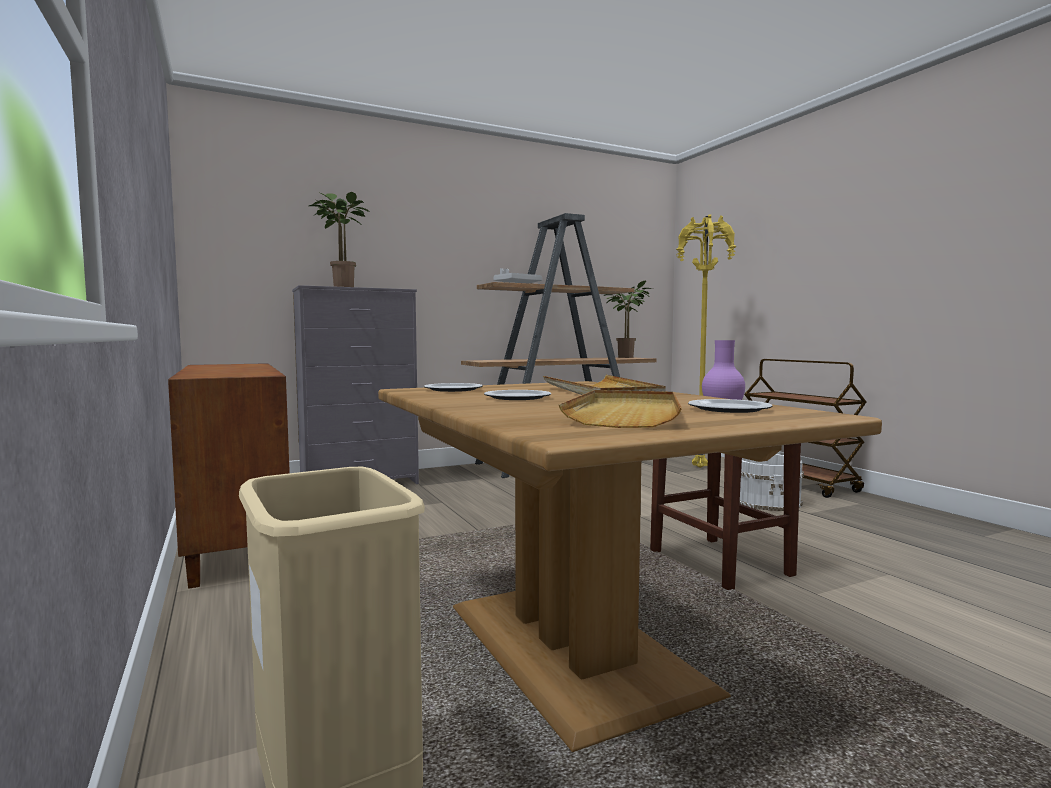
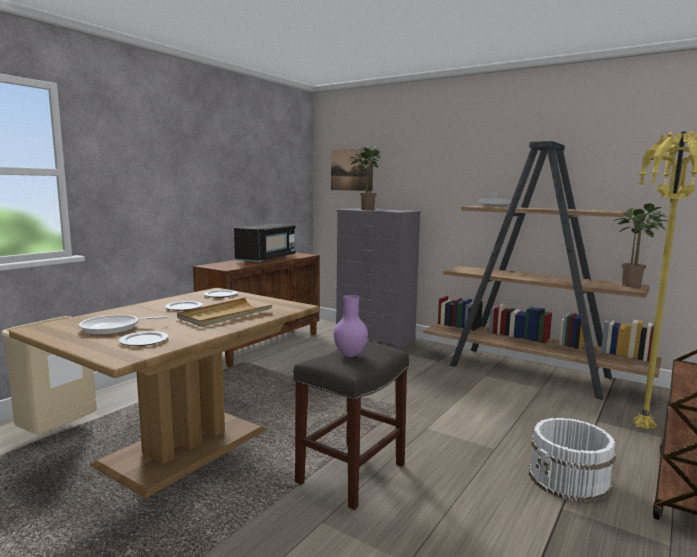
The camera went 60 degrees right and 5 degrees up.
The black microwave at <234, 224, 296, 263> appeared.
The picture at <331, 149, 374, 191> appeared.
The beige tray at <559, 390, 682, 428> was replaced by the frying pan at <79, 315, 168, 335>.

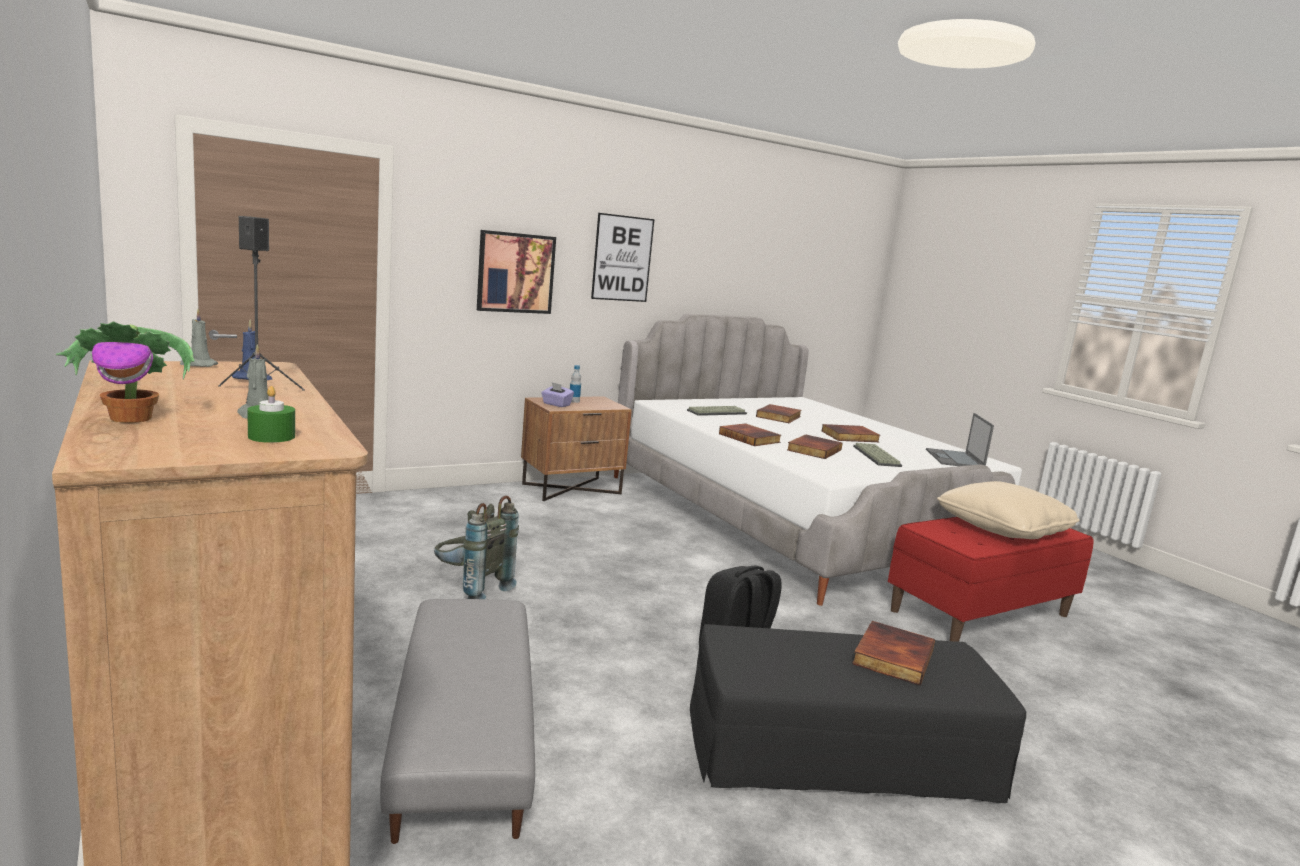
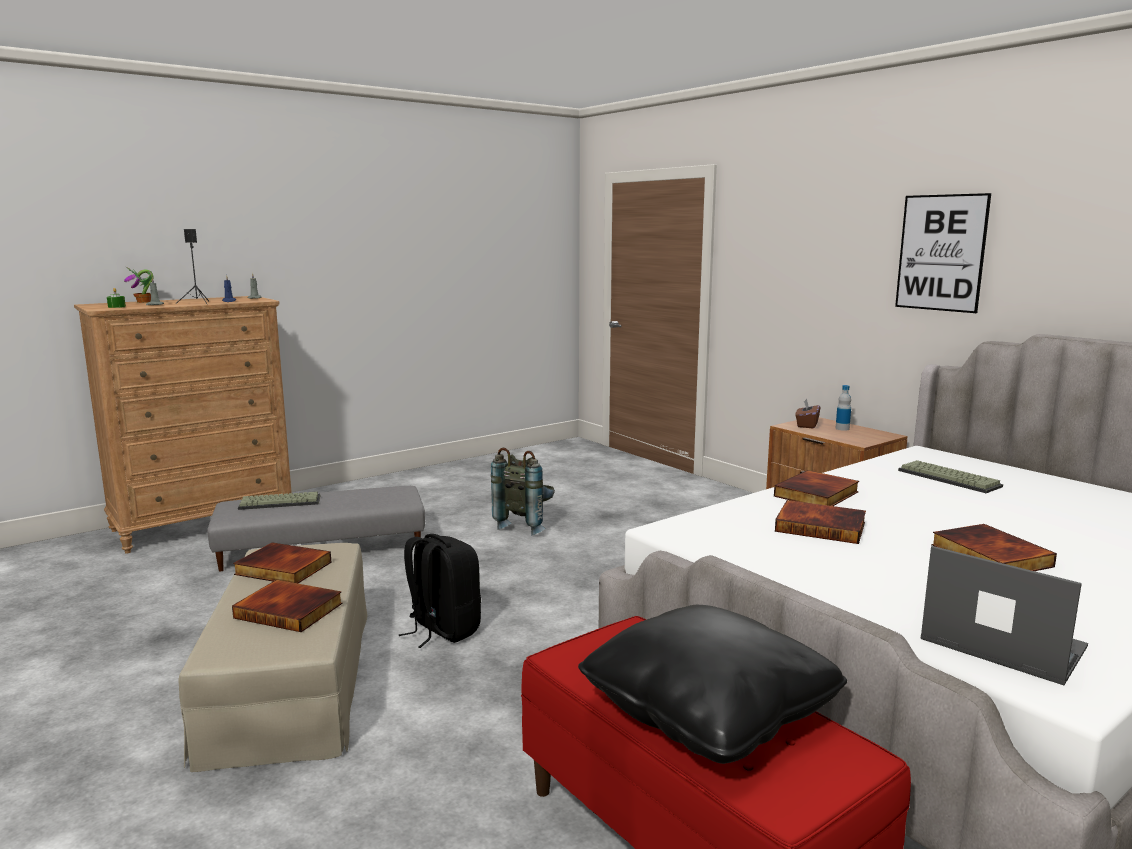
The camera went 85 degrees right and 0 degrees up.
The picture at <477, 230, 556, 314> disappeared.
The book moved from <756, 404, 802, 423> to <233, 542, 332, 583>.
The keyboard moved from <853, 443, 902, 467> to <238, 492, 320, 510>.
The purple tissue box at <541, 382, 574, 407> became the brown tissue box at <796, 399, 820, 429>.
The black ottoman at <690, 624, 1026, 803> became the beige ottoman at <178, 543, 367, 772>.
The beige pillow at <937, 481, 1080, 539> became the black pillow at <578, 605, 847, 764>.
The laptop at <926, 413, 994, 466> turned 45 degrees clockwise.

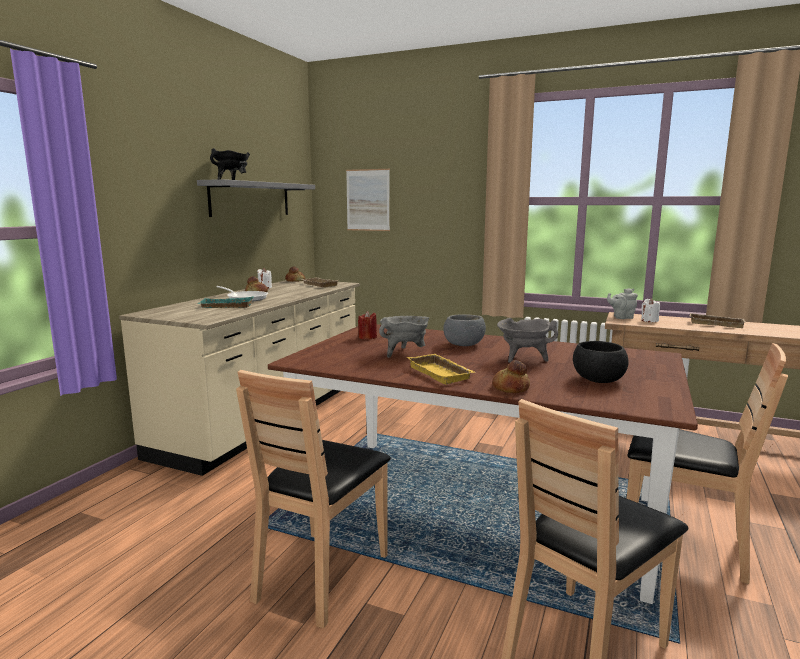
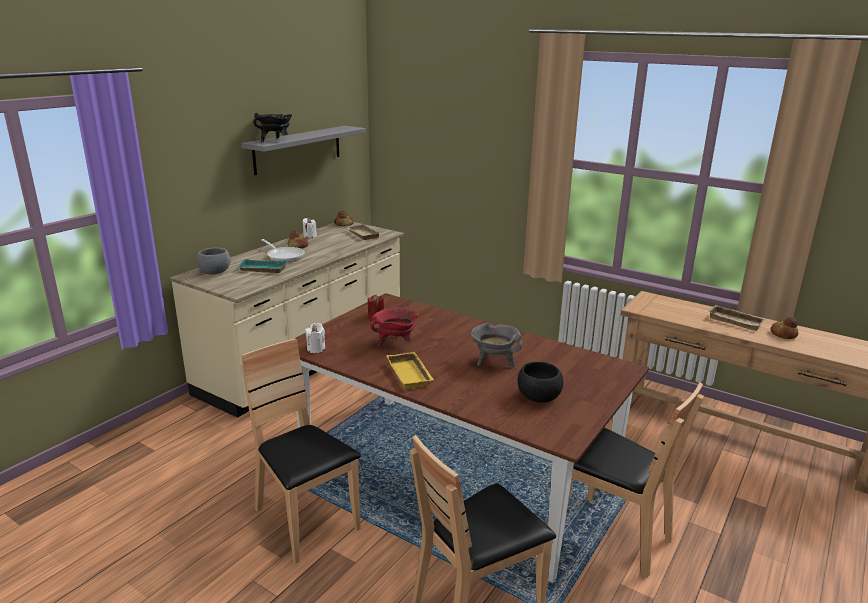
The camera went 10 degrees right and 10 degrees up.
The picture at <346, 169, 390, 231> disappeared.
The grey teapot at <607, 288, 638, 319> disappeared.
The grey bowl moved from <443, 314, 486, 346> to <196, 248, 231, 275>.
The bread moved from <492, 360, 530, 393> to <771, 317, 798, 339>.
The white candle moved from <641, 299, 660, 322> to <305, 323, 325, 353>.
The grey cooking pot at <379, 316, 429, 358> became the red cooking pot at <370, 308, 419, 348>.
The brown chair at <236, 370, 391, 628> turned 105 degrees clockwise.

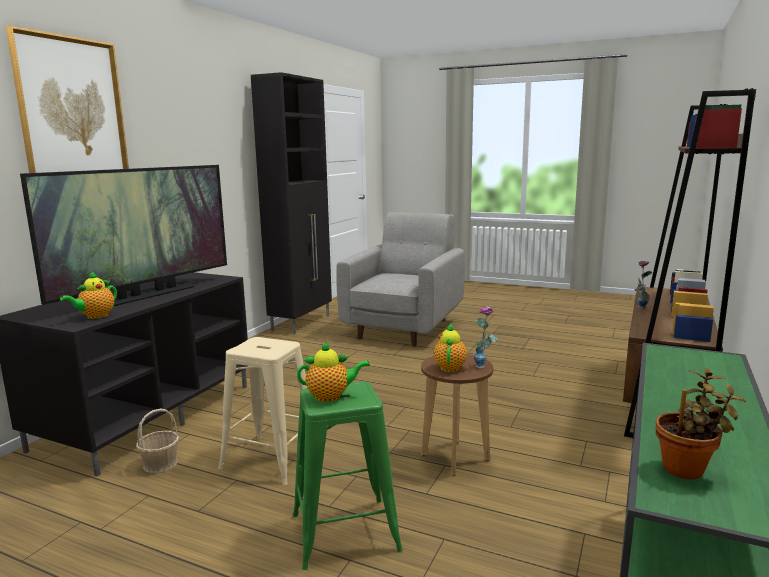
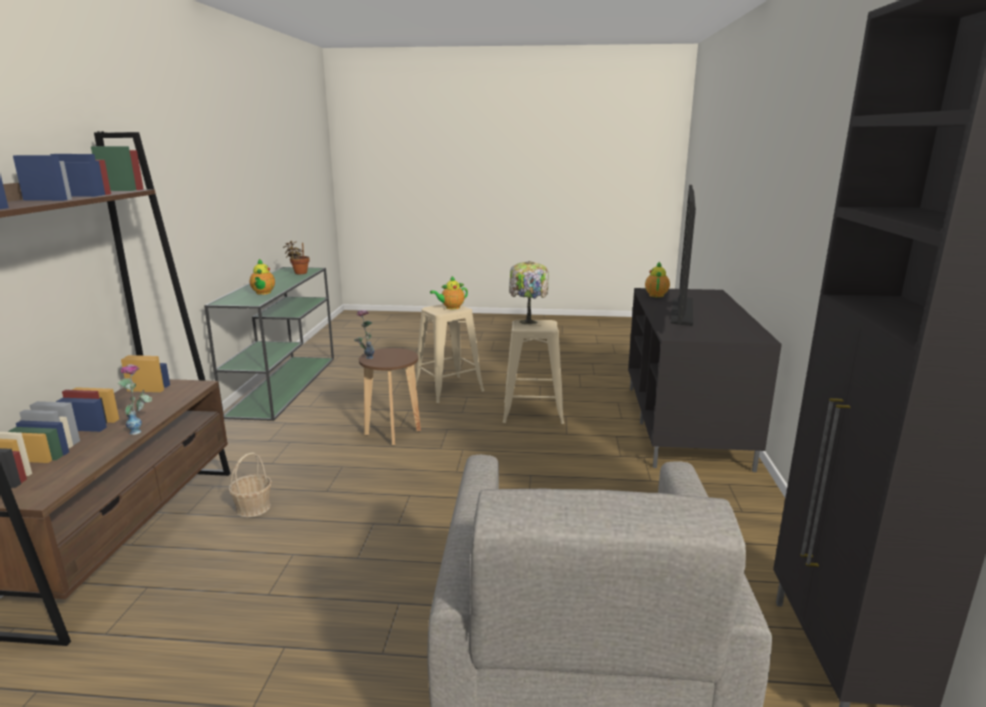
The camera went 160 degrees right and 5 degrees up.
The picture at <6, 26, 129, 173> disappeared.
The table lamp at <509, 261, 549, 324> appeared.
The basket moved from <136, 409, 179, 473> to <228, 452, 272, 517>.
The teapot moved from <434, 323, 467, 372> to <250, 259, 275, 295>.
The green stool at <293, 381, 403, 570> became the beige stool at <416, 304, 484, 403>.

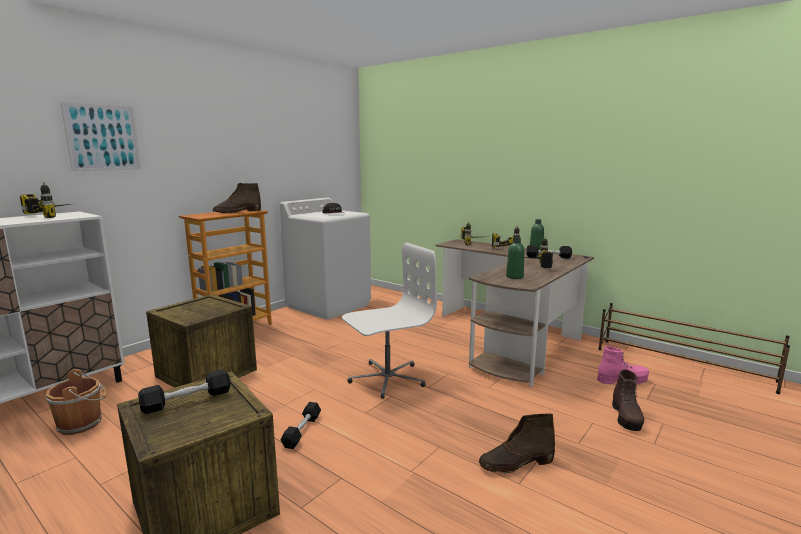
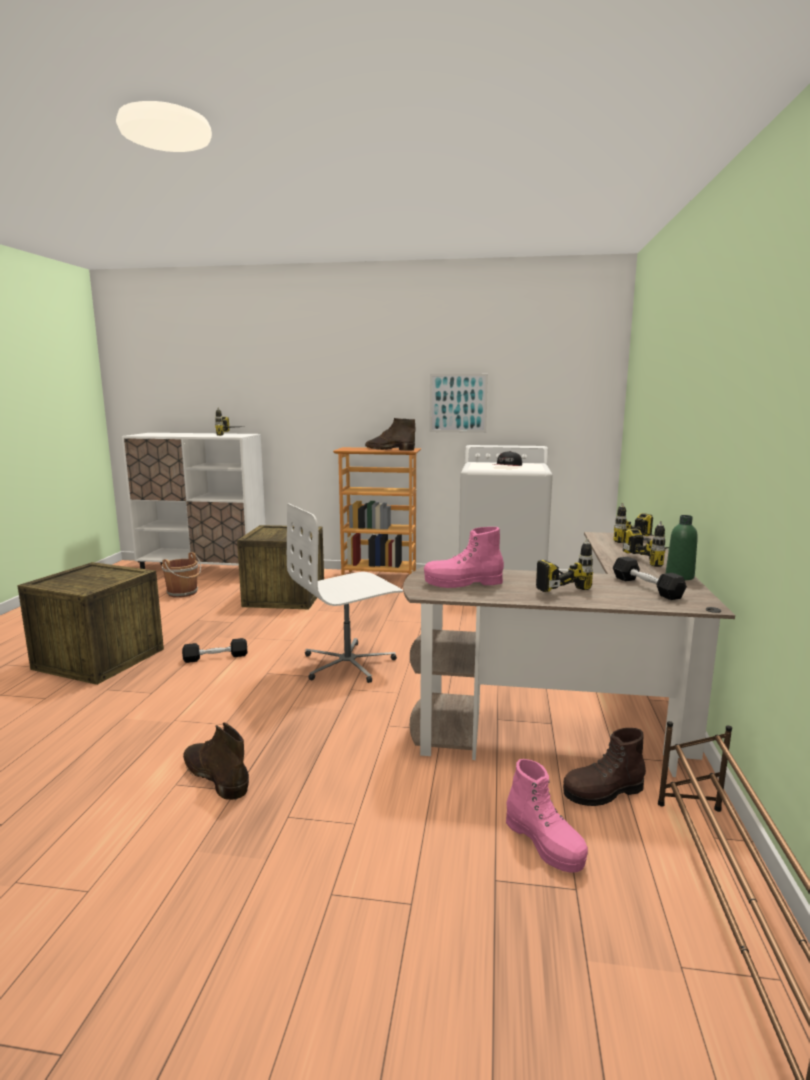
The camera went 60 degrees right and 0 degrees up.
The black dumbbell at <138, 369, 230, 414> disappeared.
The picture moved from <61, 102, 141, 171> to <429, 374, 488, 433>.
The brown boot moved from <612, 369, 644, 431> to <563, 728, 646, 806>.
The green bottle at <506, 237, 524, 279> was replaced by the pink boot at <424, 527, 504, 588>.
The white office chair at <342, 243, 437, 399> turned 120 degrees clockwise.

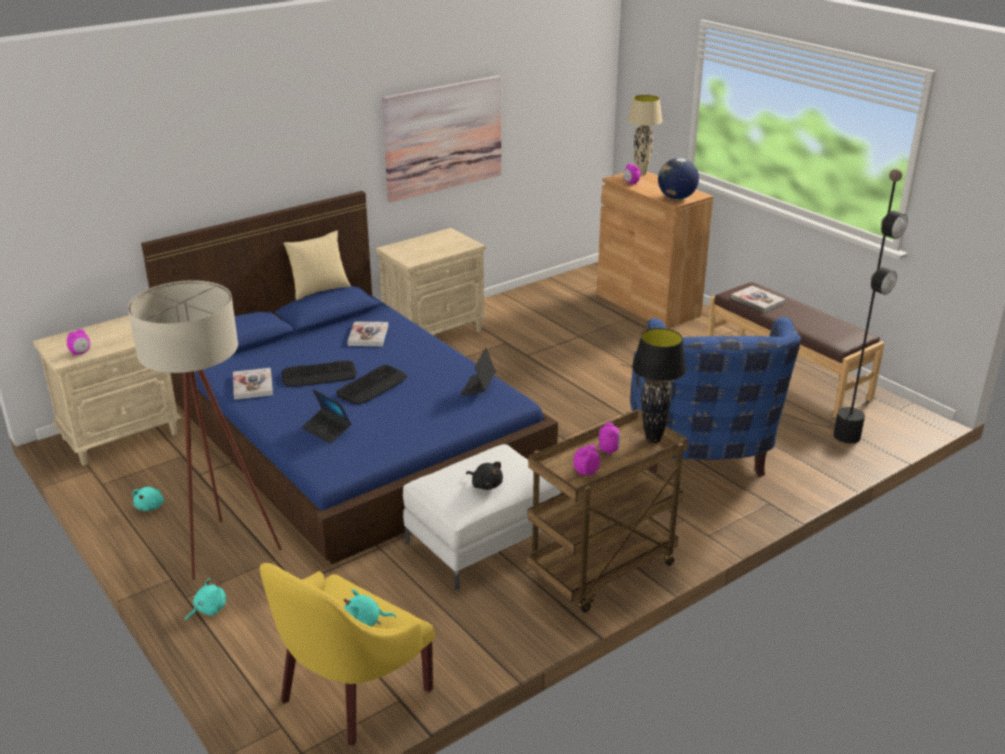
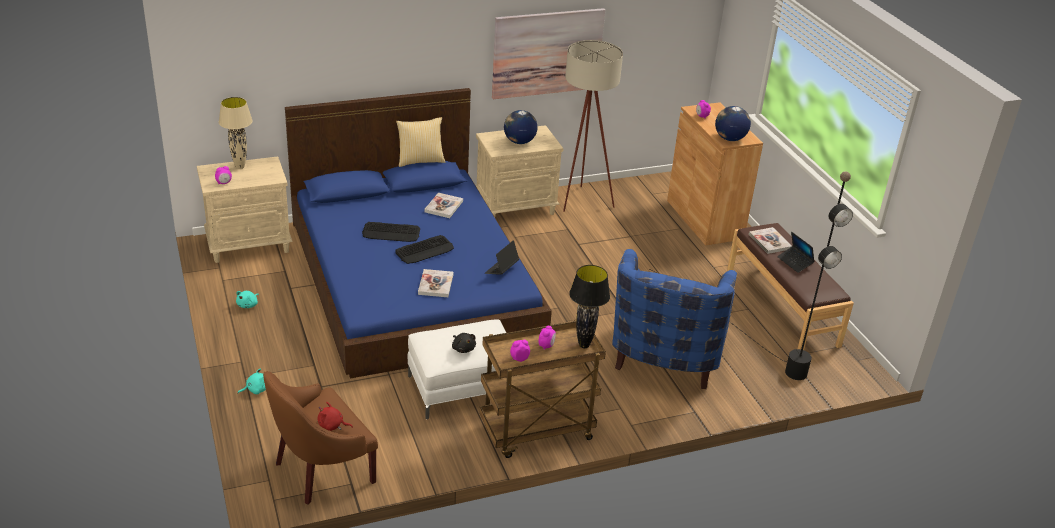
The camera went 15 degrees right and 5 degrees up.
The globe at <504, 110, 537, 144> appeared.
The beige floor lamp moved from <128, 280, 281, 580> to <563, 40, 623, 212>.
The book moved from <233, 368, 273, 400> to <418, 269, 453, 297>.
The laptop moved from <302, 389, 351, 444> to <777, 232, 815, 273>.
The beige table lamp moved from <627, 95, 663, 176> to <219, 97, 253, 169>.
The yellow armchair at <260, 563, 435, 745> became the brown armchair at <263, 371, 378, 505>.
The turquoise plush toy at <343, 589, 396, 627> became the red plush toy at <318, 402, 353, 431>.

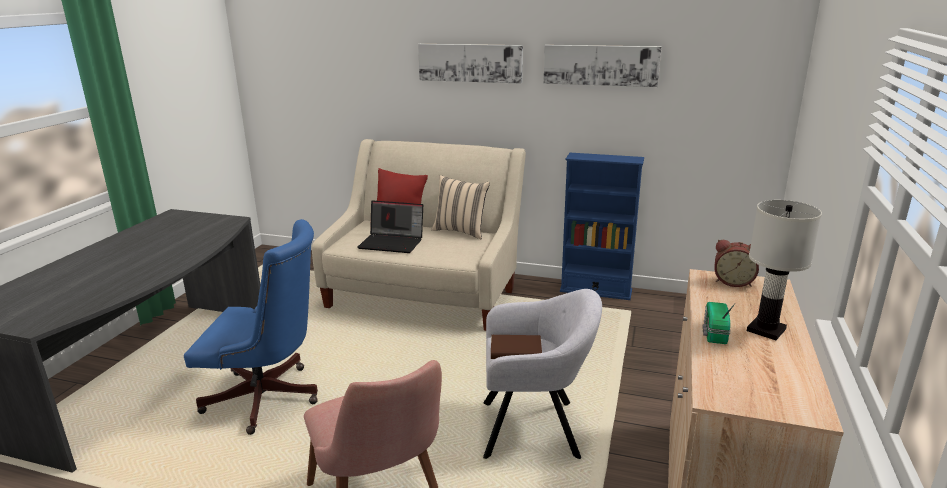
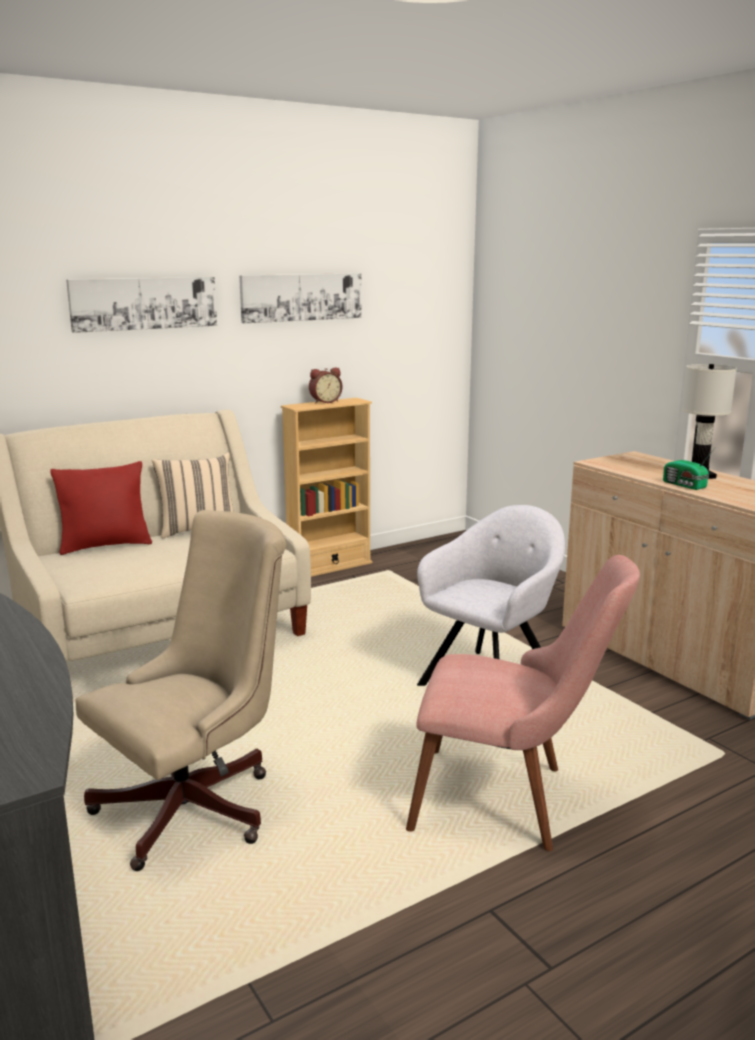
The camera went 50 degrees left and 5 degrees down.
The laptop at <357, 200, 423, 253> disappeared.
The brown book at <491, 335, 542, 359> disappeared.
The alarm clock moved from <714, 240, 759, 287> to <309, 367, 342, 404>.
The blue office chair at <184, 219, 318, 435> became the beige office chair at <76, 510, 287, 871>.
The blue bookcase at <560, 153, 644, 300> became the beige bookcase at <281, 398, 372, 577>.

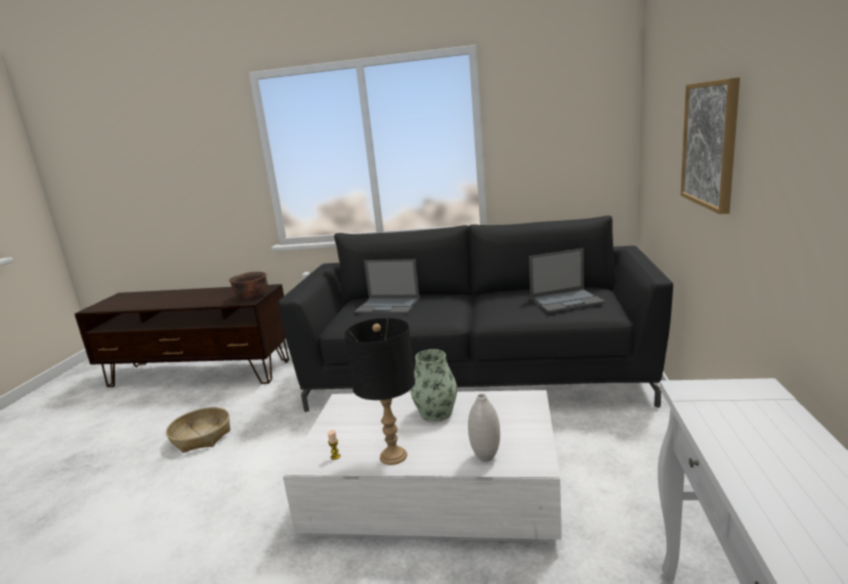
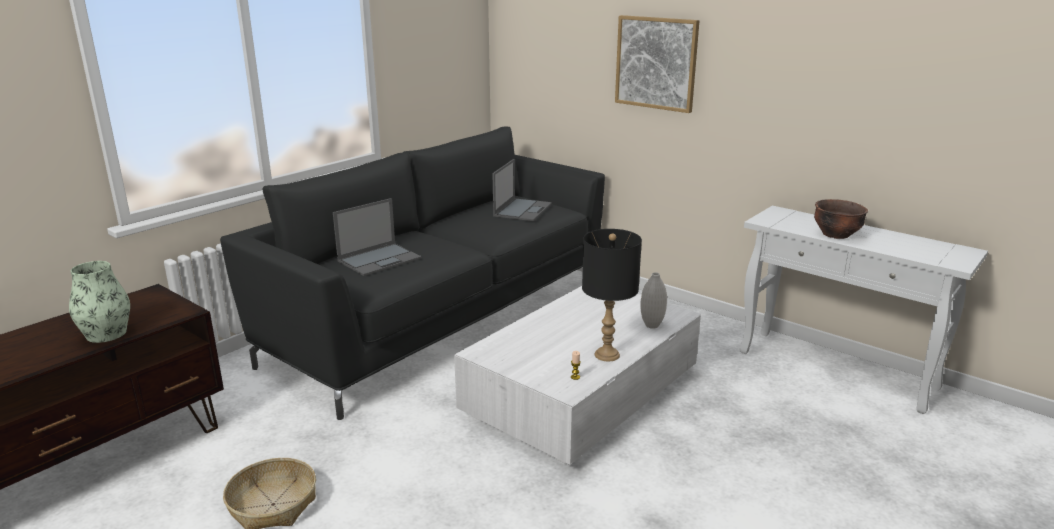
The camera went 60 degrees left and 5 degrees up.
The brown bowl moved from <229, 272, 268, 299> to <814, 199, 868, 239>.
The vase moved from <410, 349, 457, 422> to <69, 261, 130, 343>.

